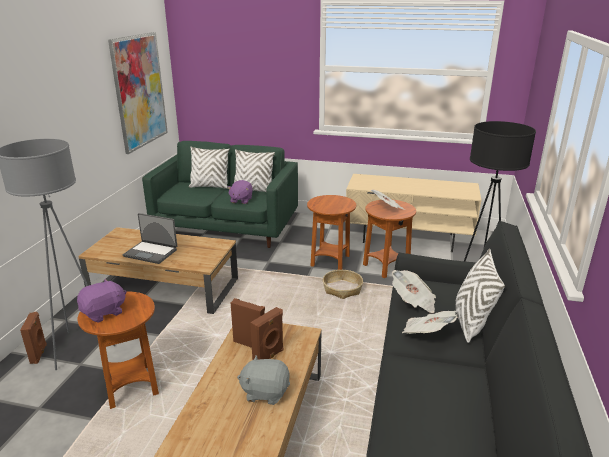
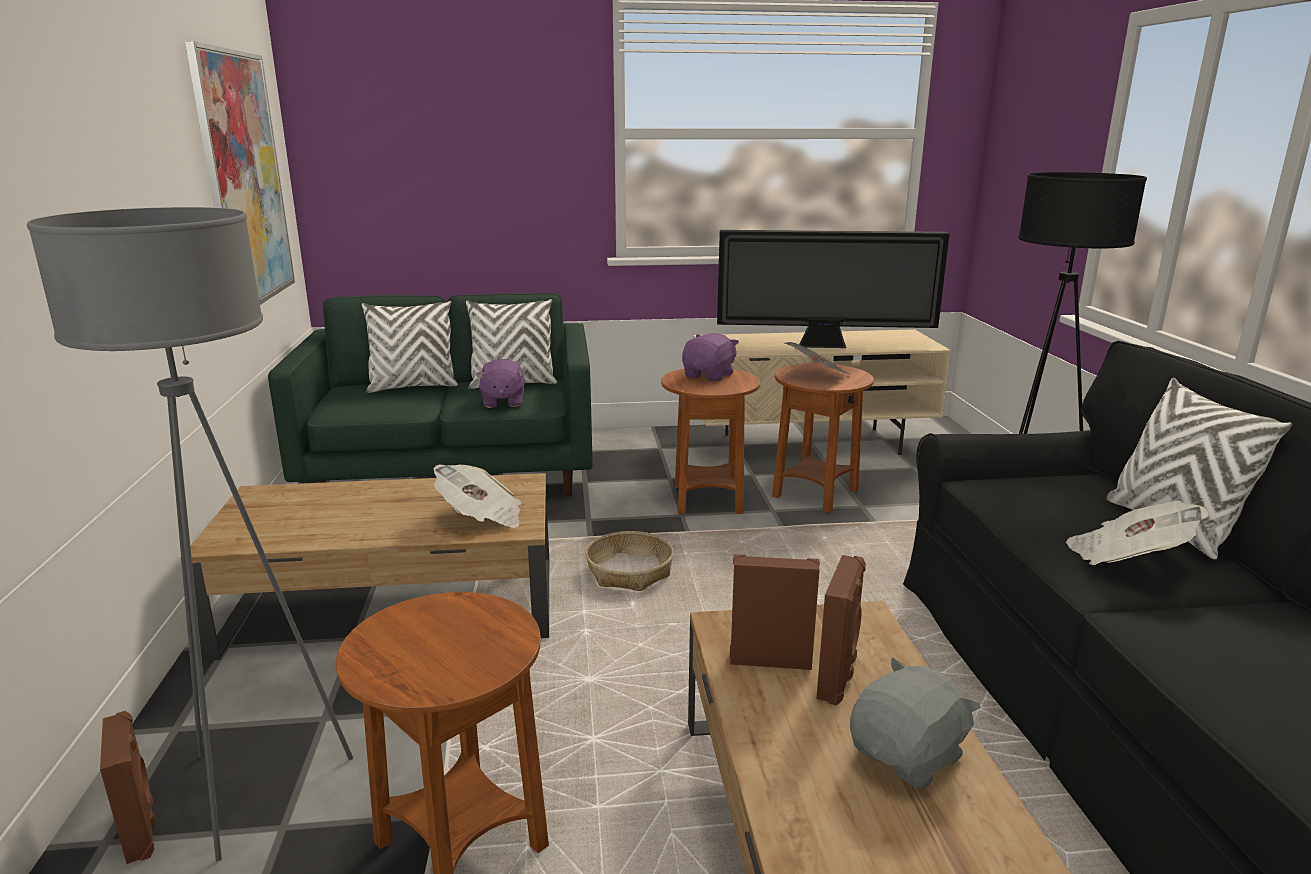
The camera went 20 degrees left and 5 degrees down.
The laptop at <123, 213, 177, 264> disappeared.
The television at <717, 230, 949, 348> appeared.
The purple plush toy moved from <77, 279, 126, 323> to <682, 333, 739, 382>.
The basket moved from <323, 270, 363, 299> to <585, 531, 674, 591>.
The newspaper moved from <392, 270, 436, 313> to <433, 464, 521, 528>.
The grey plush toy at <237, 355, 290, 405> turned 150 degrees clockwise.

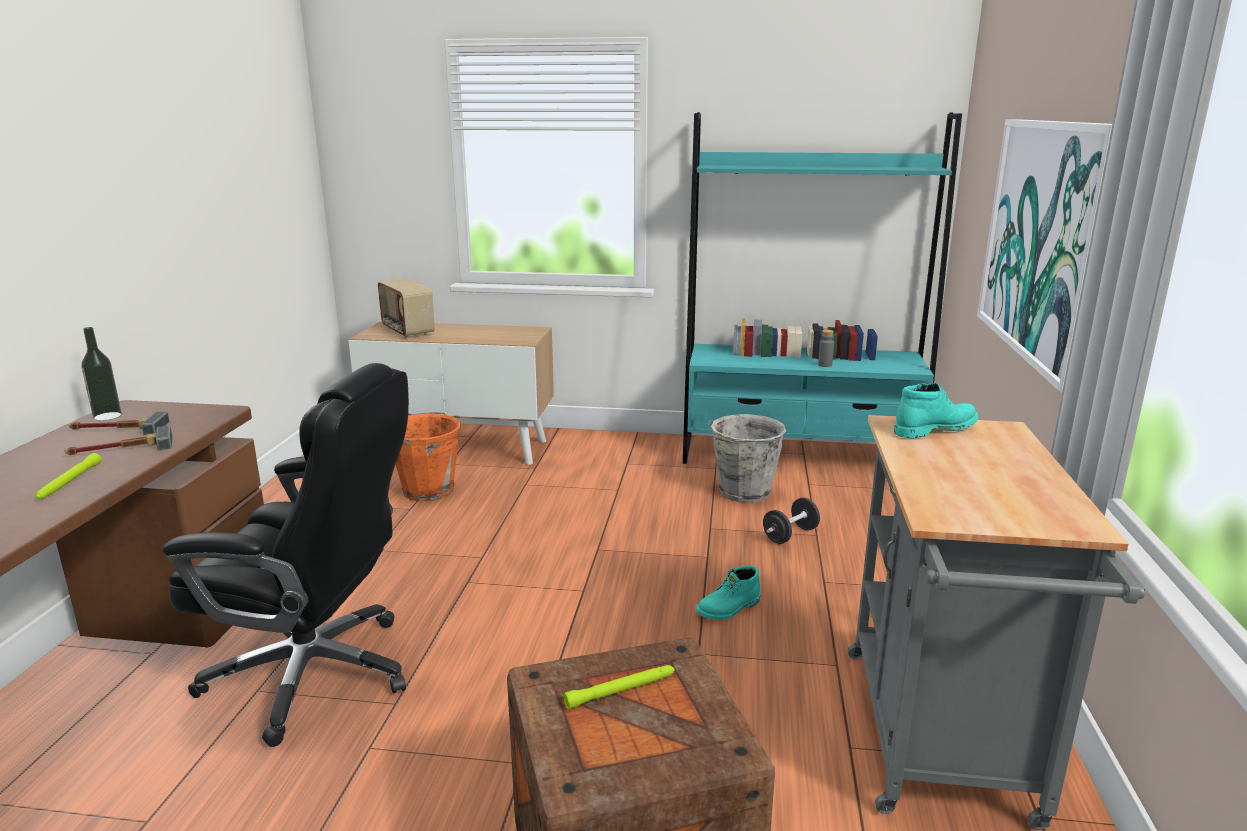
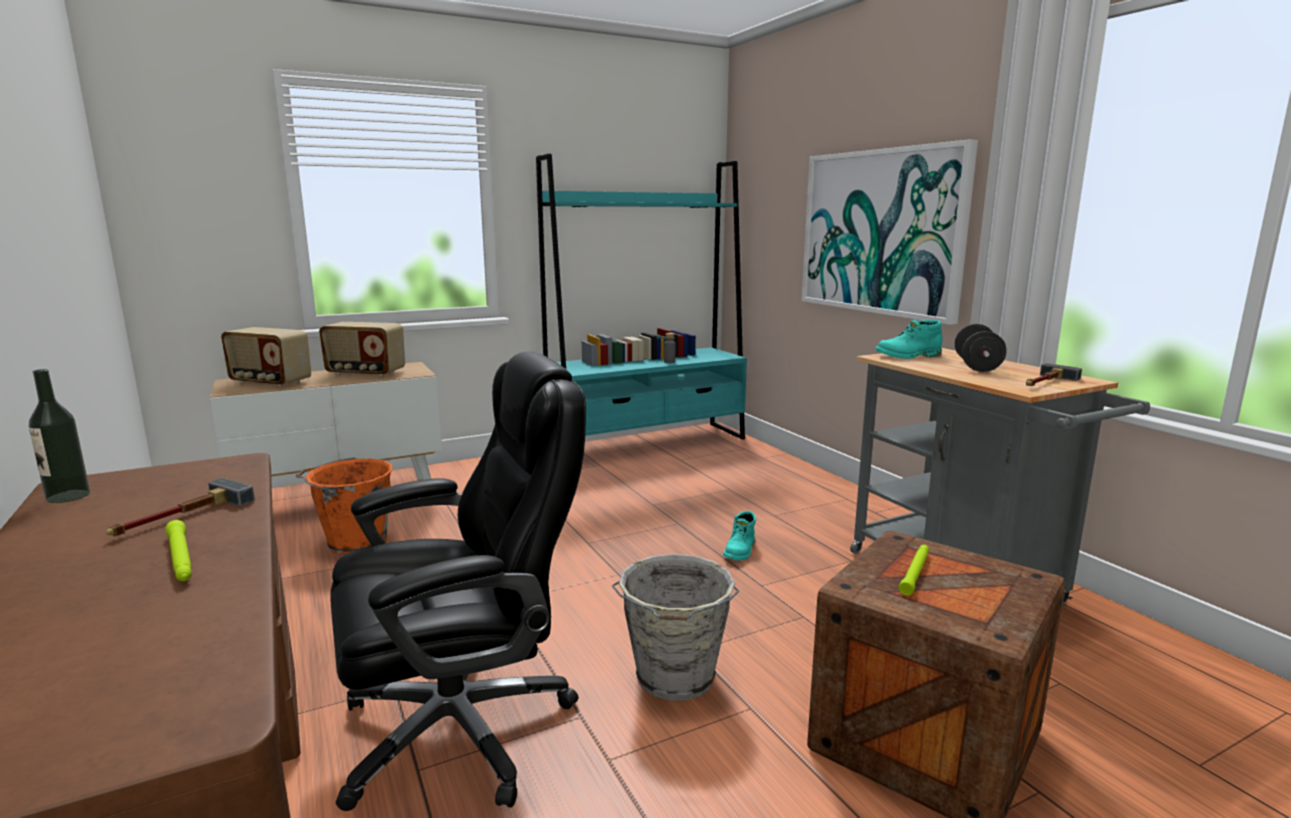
The camera went 35 degrees left and 5 degrees down.
The radio at <319, 322, 405, 377> appeared.
The hammer moved from <69, 412, 170, 435> to <1026, 363, 1082, 386>.
The grey bucket moved from <707, 414, 786, 503> to <612, 554, 739, 701>.
The black dumbbell moved from <763, 498, 820, 544> to <954, 324, 1007, 372>.
The turquoise boot at <894, 383, 978, 438> turned 135 degrees counterclockwise.

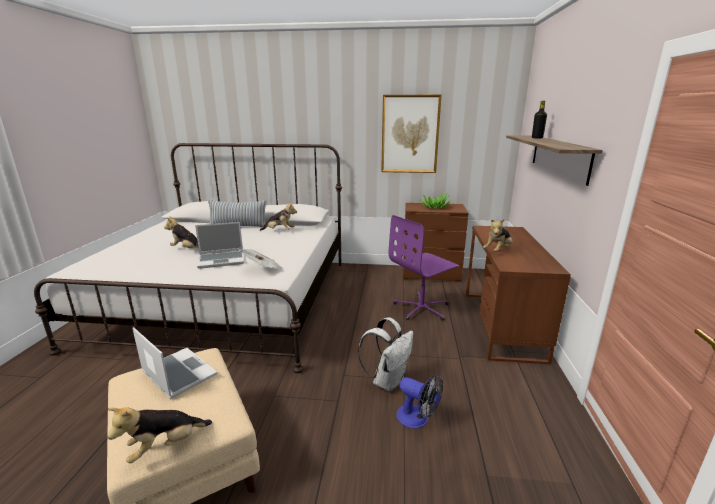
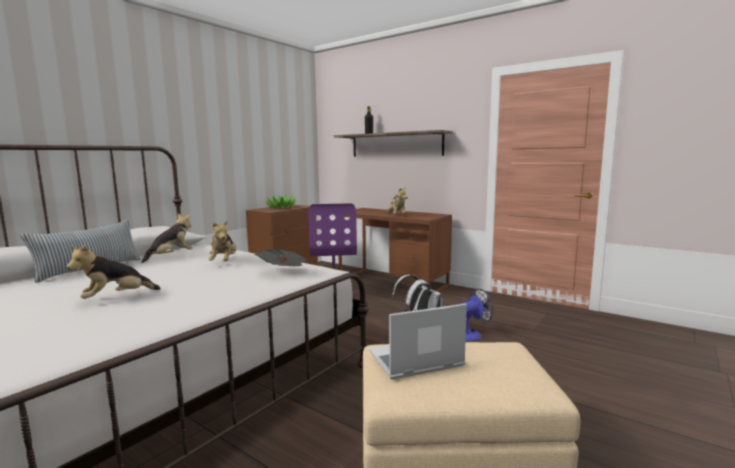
The camera went 60 degrees left and 10 degrees down.
The laptop at <195, 222, 244, 269> disappeared.
The picture at <381, 95, 442, 173> disappeared.
The plush toy moved from <108, 407, 212, 463> to <208, 221, 236, 261>.

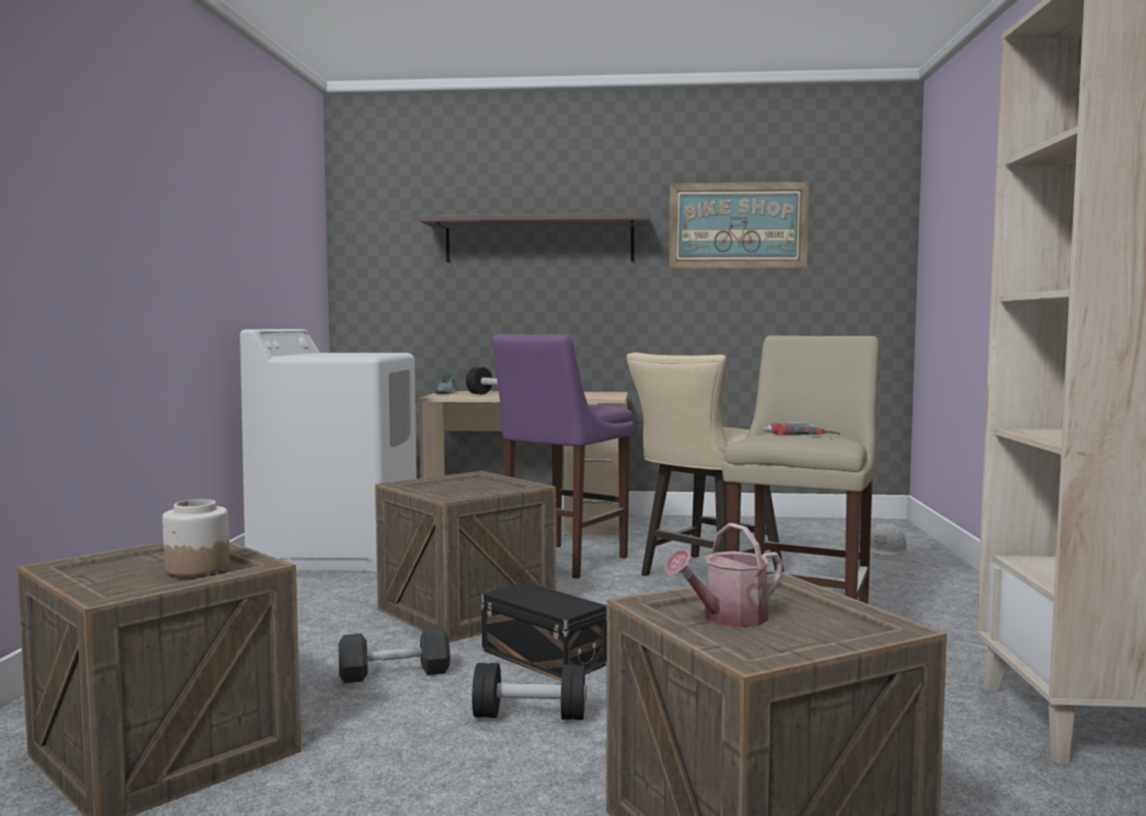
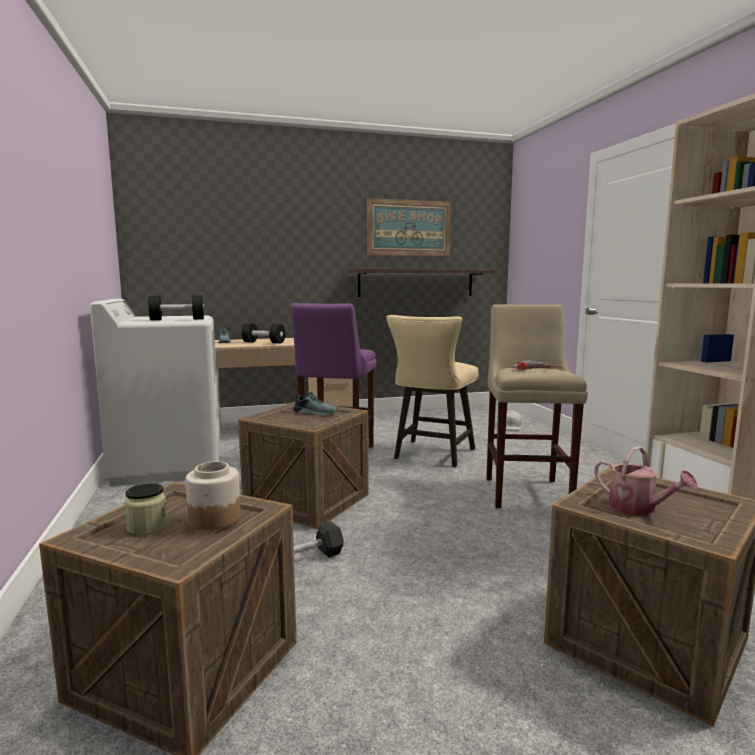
The camera went 20 degrees left and 5 degrees up.
The black storage box at <482, 582, 607, 681> disappeared.
The jar at <124, 483, 168, 535> appeared.
The shoe at <293, 392, 336, 416> appeared.
The shelf moved from <419, 213, 651, 263> to <348, 269, 495, 297>.
The black dumbbell moved from <472, 663, 587, 720> to <148, 295, 205, 320>.
The watering can at <664, 523, 783, 627> turned 75 degrees counterclockwise.

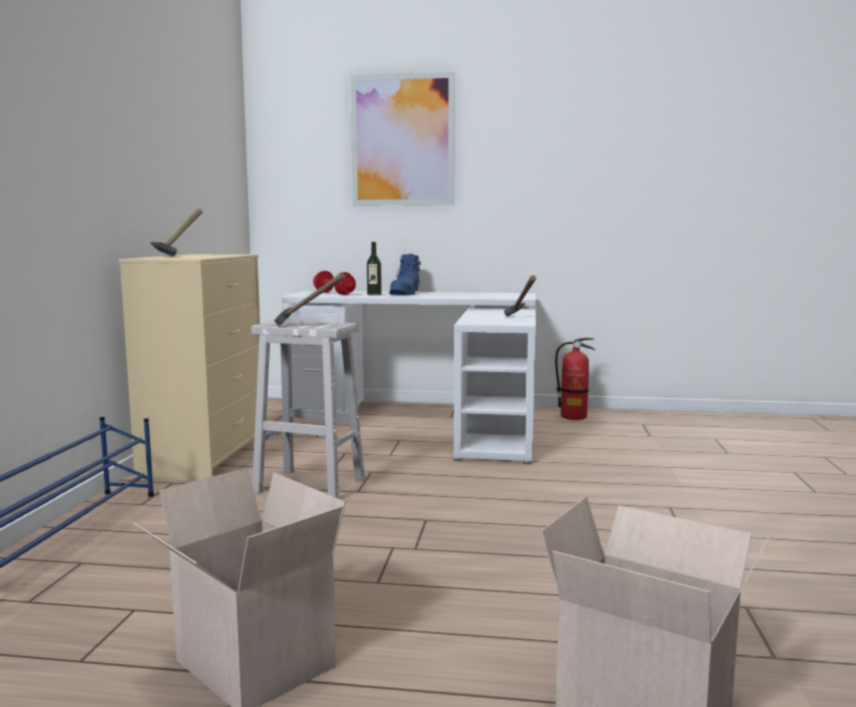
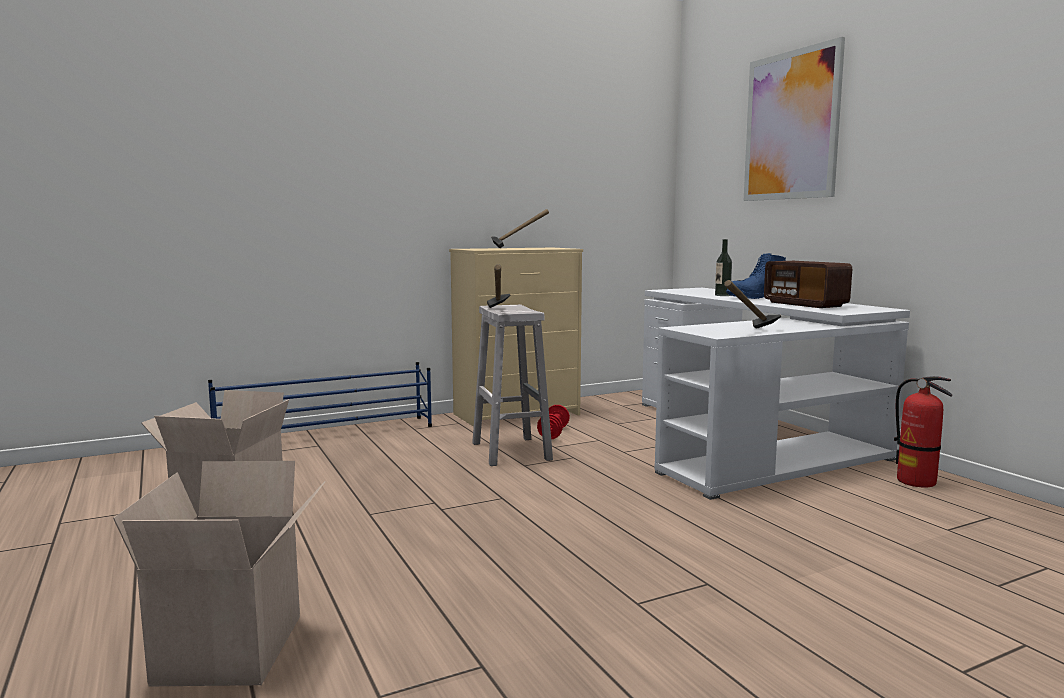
The camera went 55 degrees right and 0 degrees up.
The radio at <764, 261, 852, 308> appeared.
The red dumbbell moved from <313, 271, 356, 295> to <537, 405, 570, 439>.

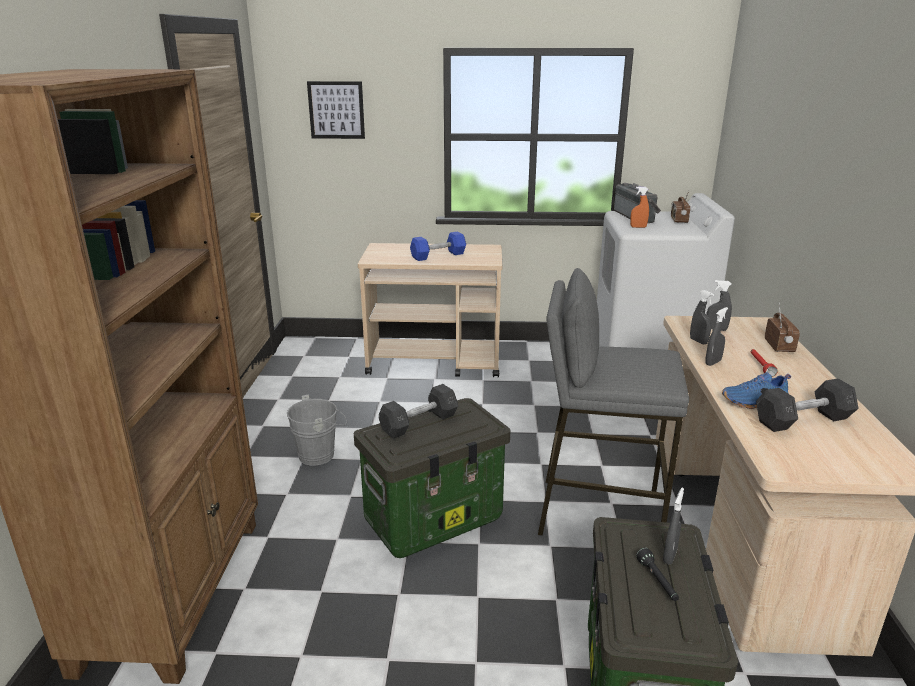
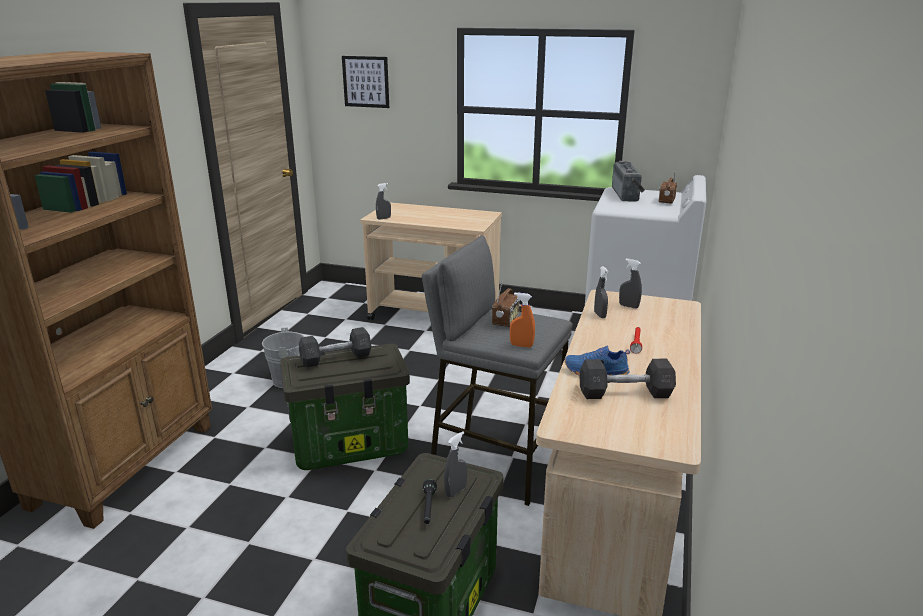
The camera went 15 degrees right and 0 degrees up.
The blue dumbbell at <410, 231, 466, 261> disappeared.
The orange spray bottle moved from <630, 187, 649, 228> to <510, 292, 535, 347>.
The grey spray bottle moved from <705, 307, 728, 366> to <376, 183, 391, 220>.
The radio moved from <765, 304, 800, 352> to <492, 278, 520, 327>.

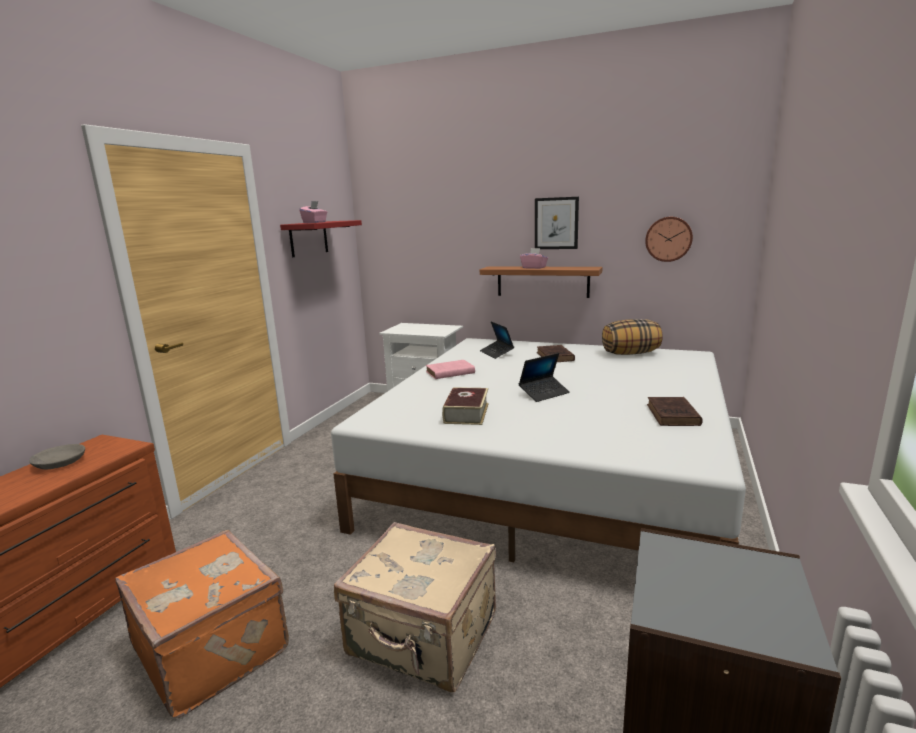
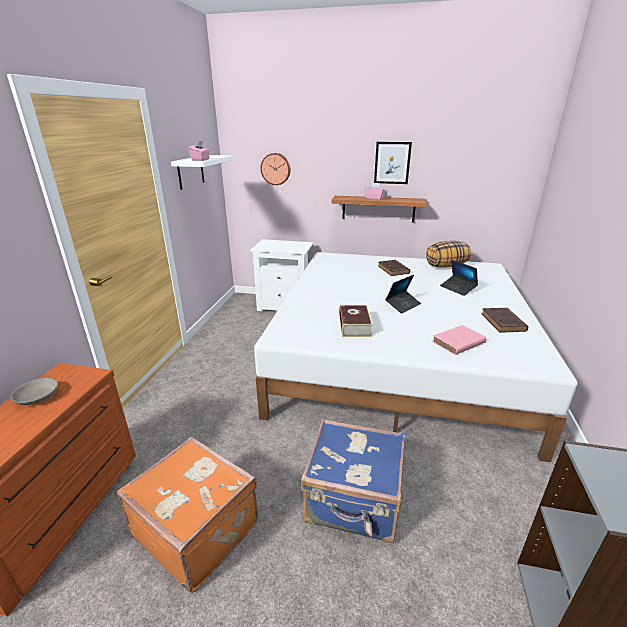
The camera went 10 degrees left and 10 degrees up.
The pink book moved from <426, 360, 475, 379> to <432, 325, 487, 355>.
The laptop moved from <480, 321, 514, 359> to <440, 260, 478, 296>.
The wall clock moved from <645, 217, 693, 262> to <260, 153, 290, 185>.
The red shelf at <280, 220, 362, 257> became the white shelf at <171, 155, 233, 190>.
The beige suitcase at <334, 522, 496, 692> became the blue suitcase at <301, 419, 405, 543>.

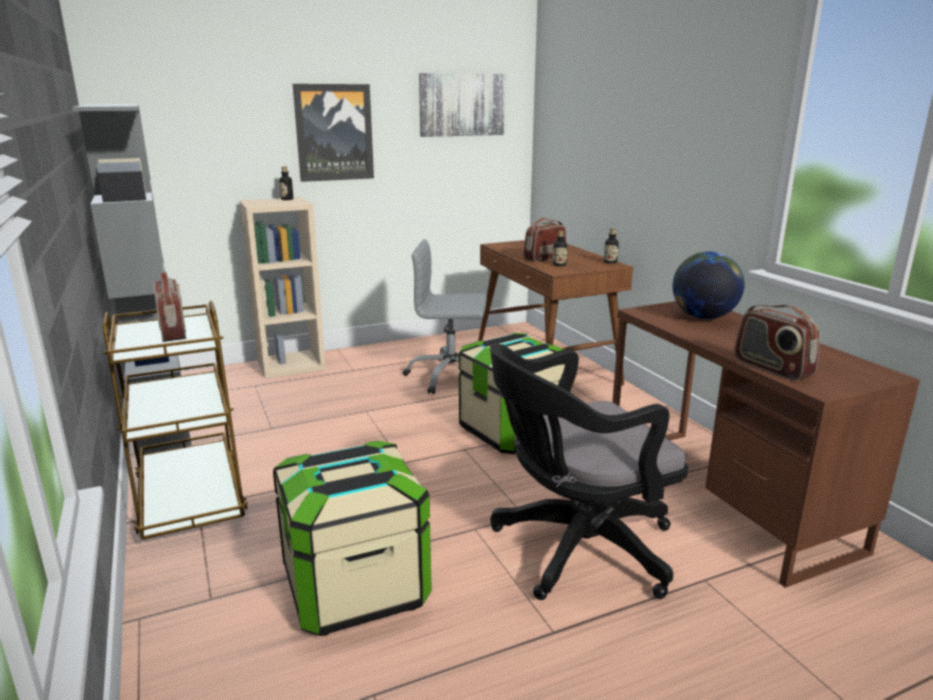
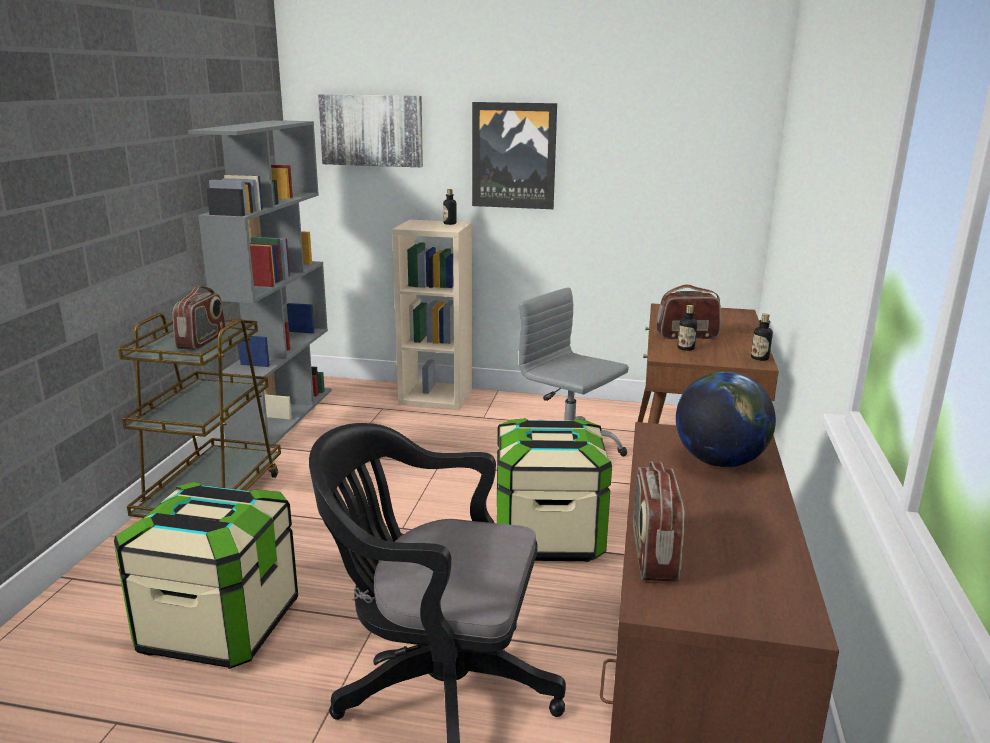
The camera went 35 degrees right and 0 degrees up.
The picture moved from <419, 73, 505, 137> to <318, 94, 423, 167>.

